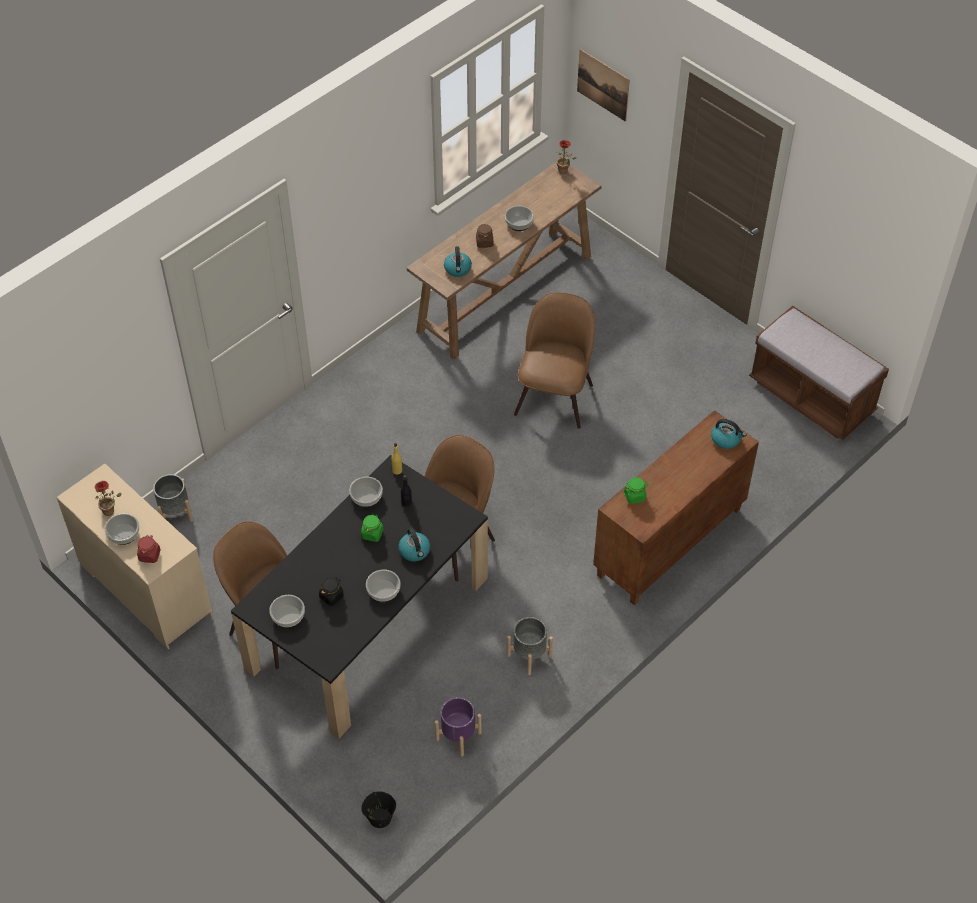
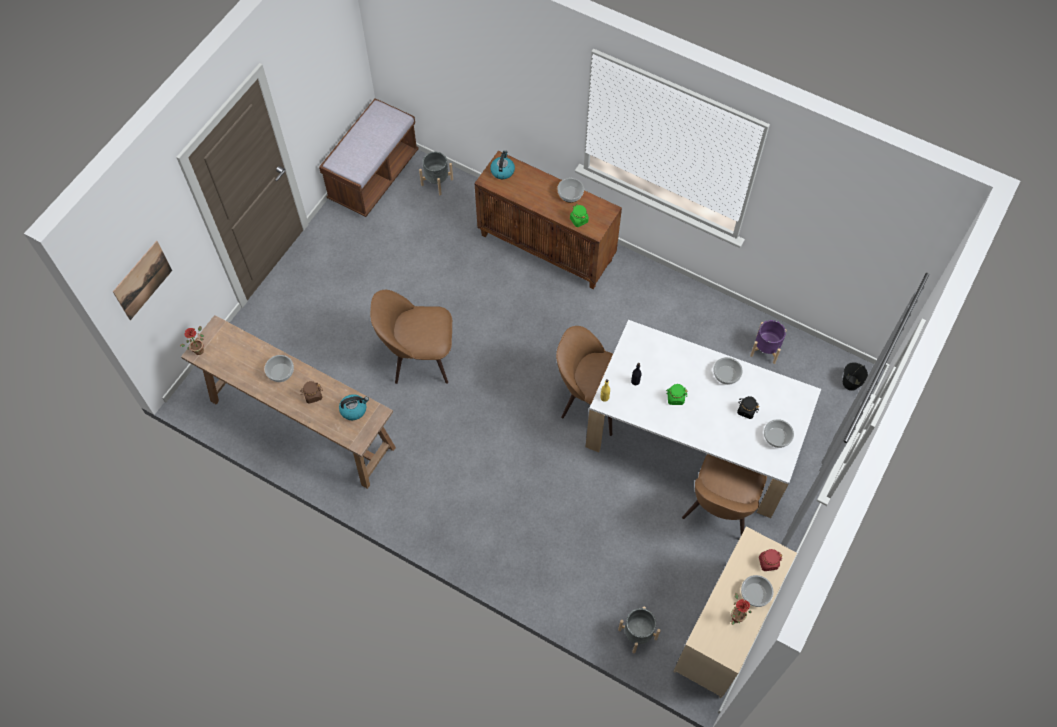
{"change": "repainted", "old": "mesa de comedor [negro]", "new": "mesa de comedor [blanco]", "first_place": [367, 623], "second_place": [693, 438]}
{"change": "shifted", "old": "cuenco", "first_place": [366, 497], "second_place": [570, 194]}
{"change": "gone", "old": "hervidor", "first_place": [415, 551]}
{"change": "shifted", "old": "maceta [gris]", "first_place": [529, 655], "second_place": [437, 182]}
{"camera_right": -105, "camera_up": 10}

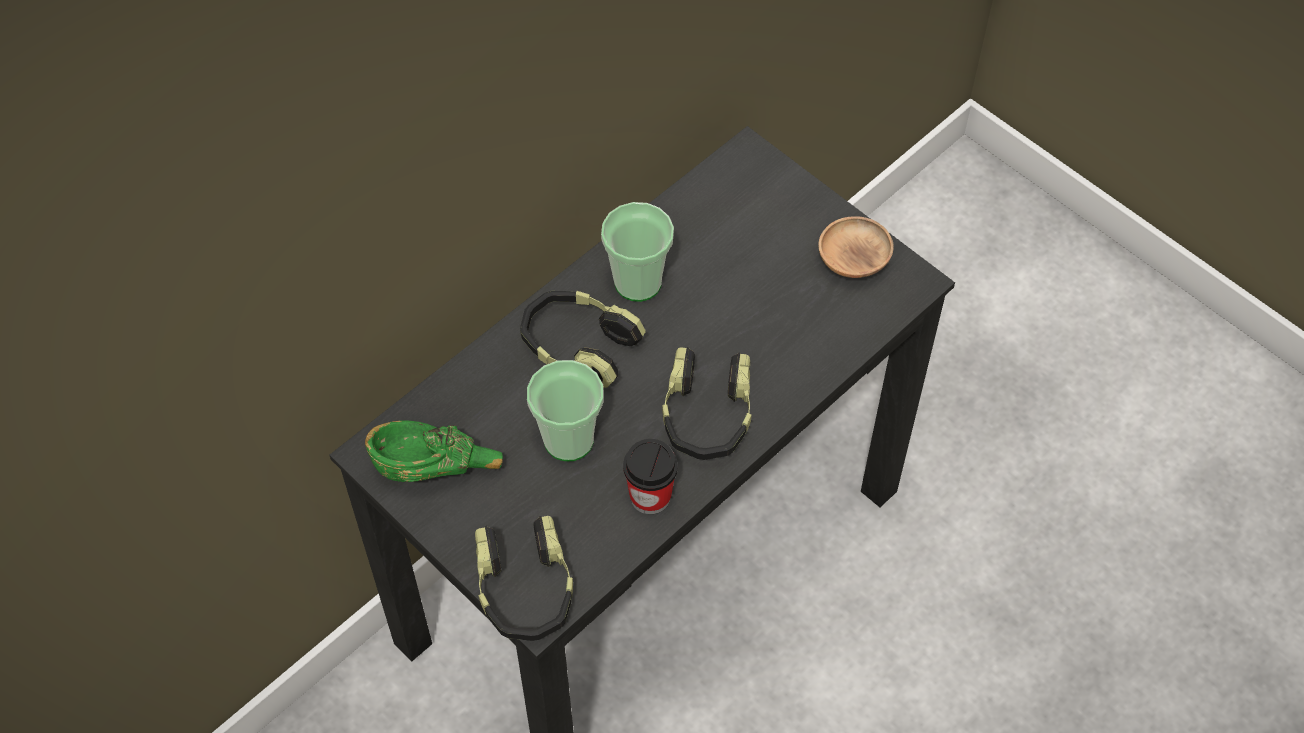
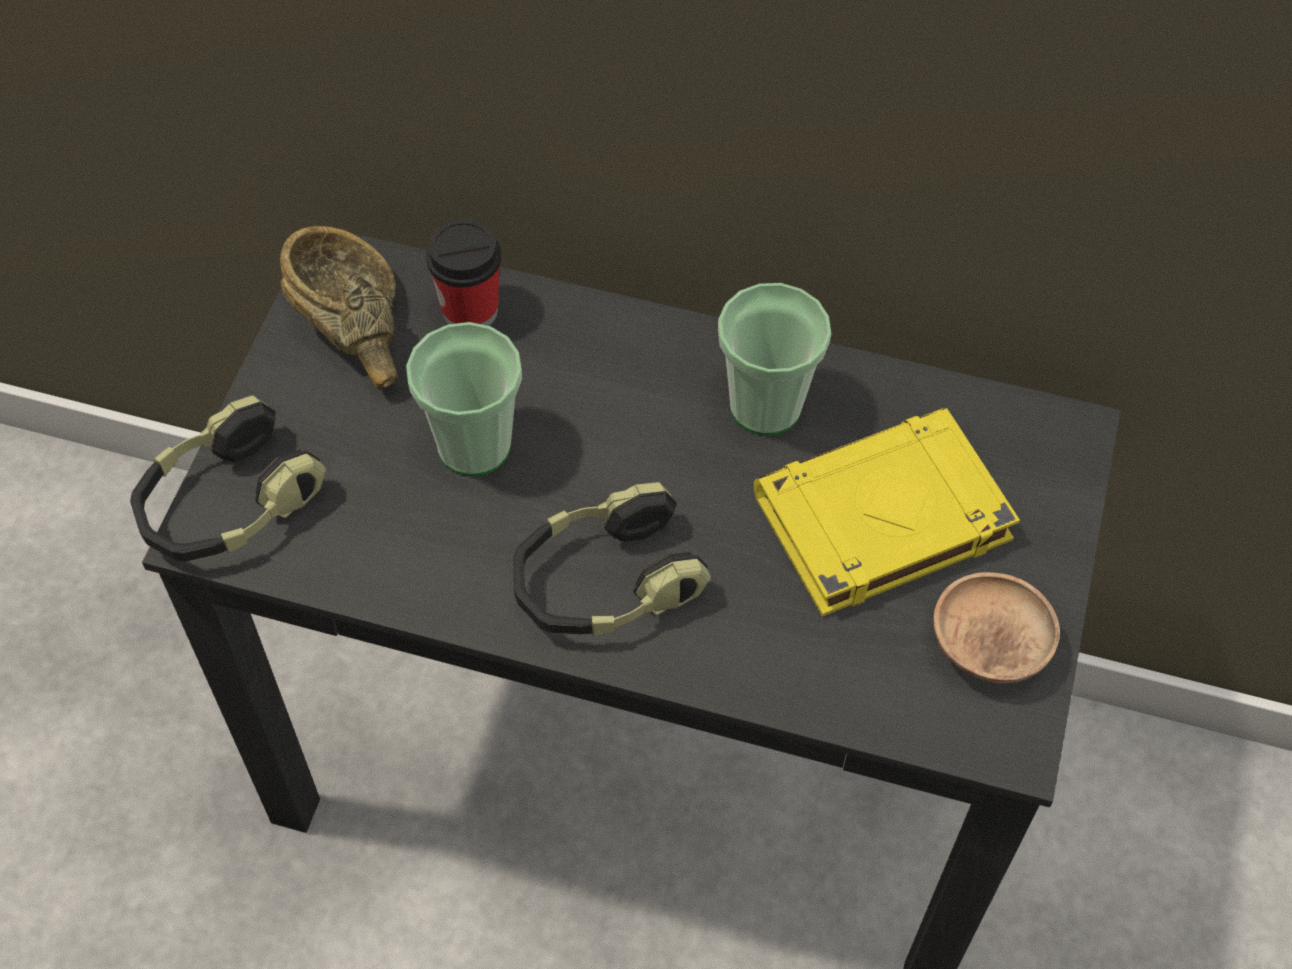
{"change": "repainted", "old": "cuenco [verde]", "new": "cuenco [marrón]", "first_place": [437, 462], "second_place": [361, 329]}
{"change": "gone", "old": "auriculares", "first_place": [578, 346]}
{"change": "shifted", "old": "taza", "first_place": [650, 496], "second_place": [470, 310]}
{"change": "new", "new": "libro [amarillo]", "second_place": [880, 520]}
{"camera_right": 60, "camera_up": 0}

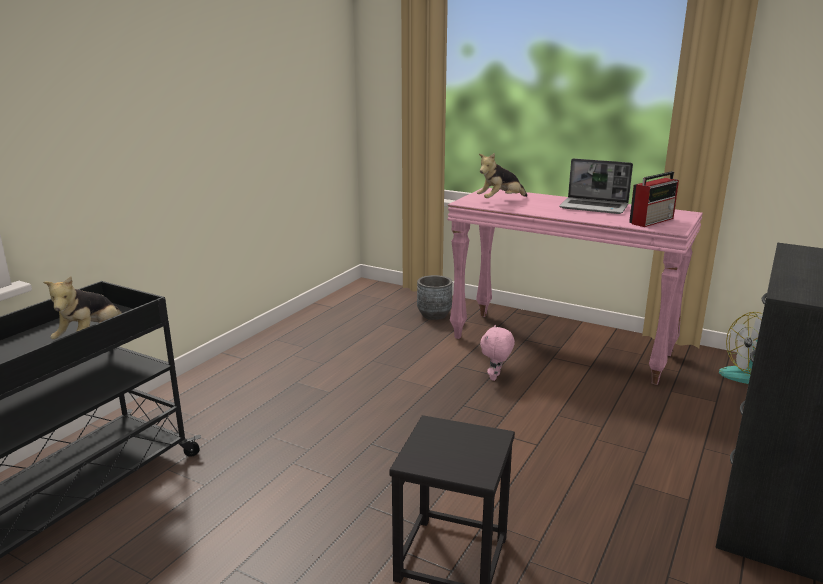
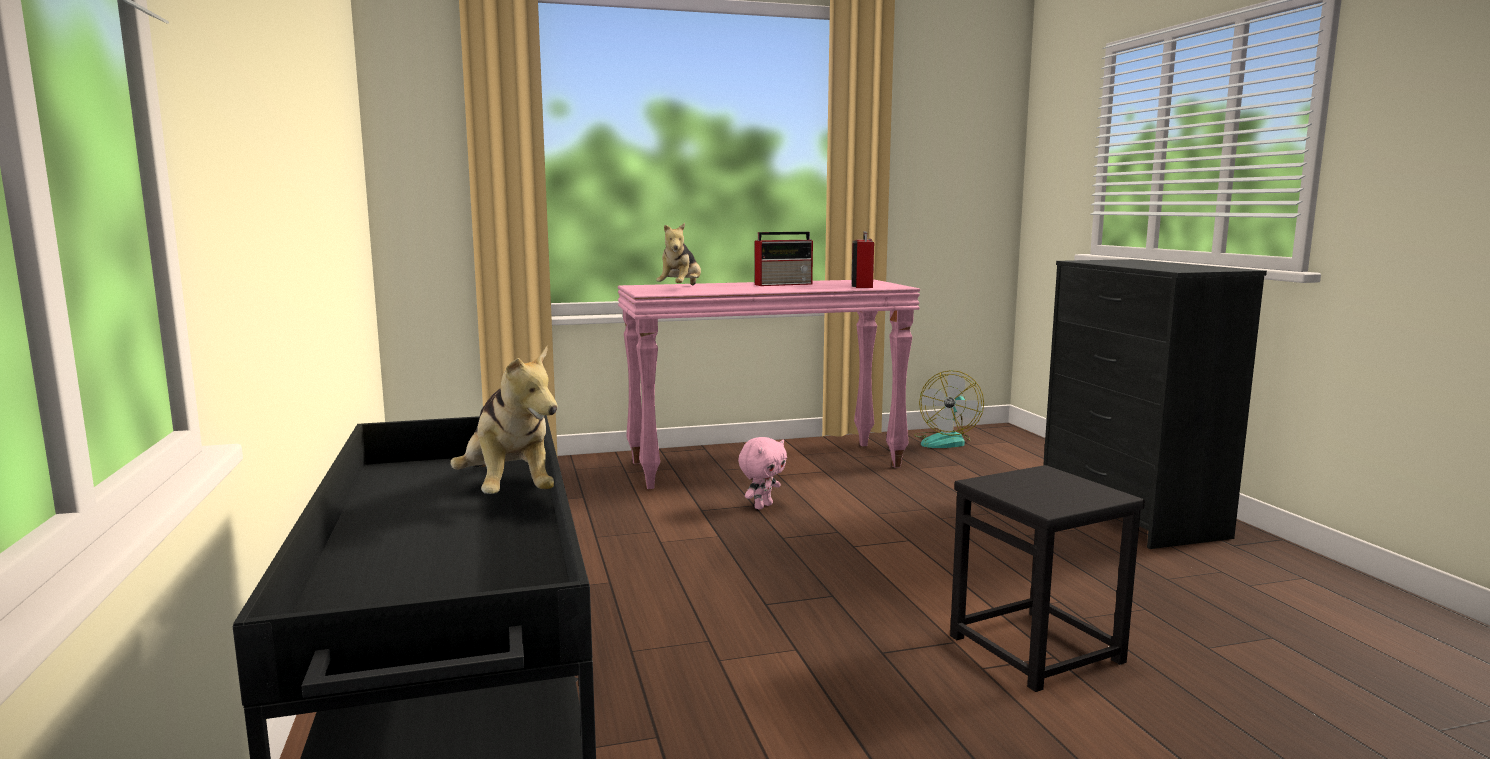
{"change": "gone", "old": "maceta [gris]", "first_place": [434, 315]}
{"change": "rotated", "old": "peluche [rosa]", "first_place": [496, 377], "second_place": [762, 506], "degrees": -120}
{"change": "swapped", "old": "portátil", "new": "radio", "first_place": [594, 207], "second_place": [784, 284]}
{"camera_right": -45, "camera_up": -10}

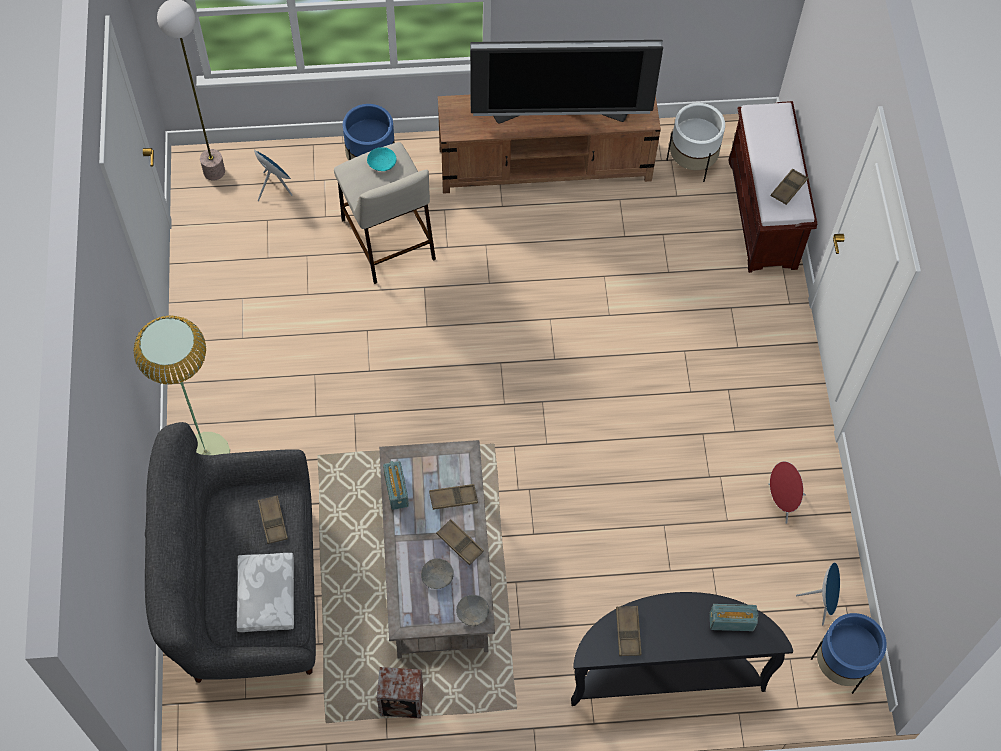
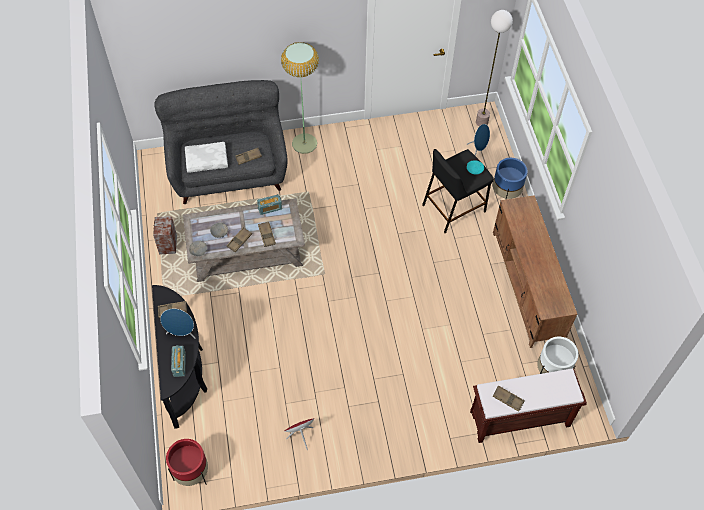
{"change": "repainted", "old": "taburete [beis]", "new": "taburete [negro]", "first_place": [387, 238], "second_place": [454, 207]}
{"change": "gone", "old": "televisor", "first_place": [560, 112]}
{"change": "shifted", "old": "altavoz [azul]", "first_place": [821, 602], "second_place": [181, 333]}
{"change": "repainted", "old": "maceta [azul]", "new": "maceta [rojo]", "first_place": [840, 665], "second_place": [192, 473]}
{"camera_right": 85, "camera_up": -5}

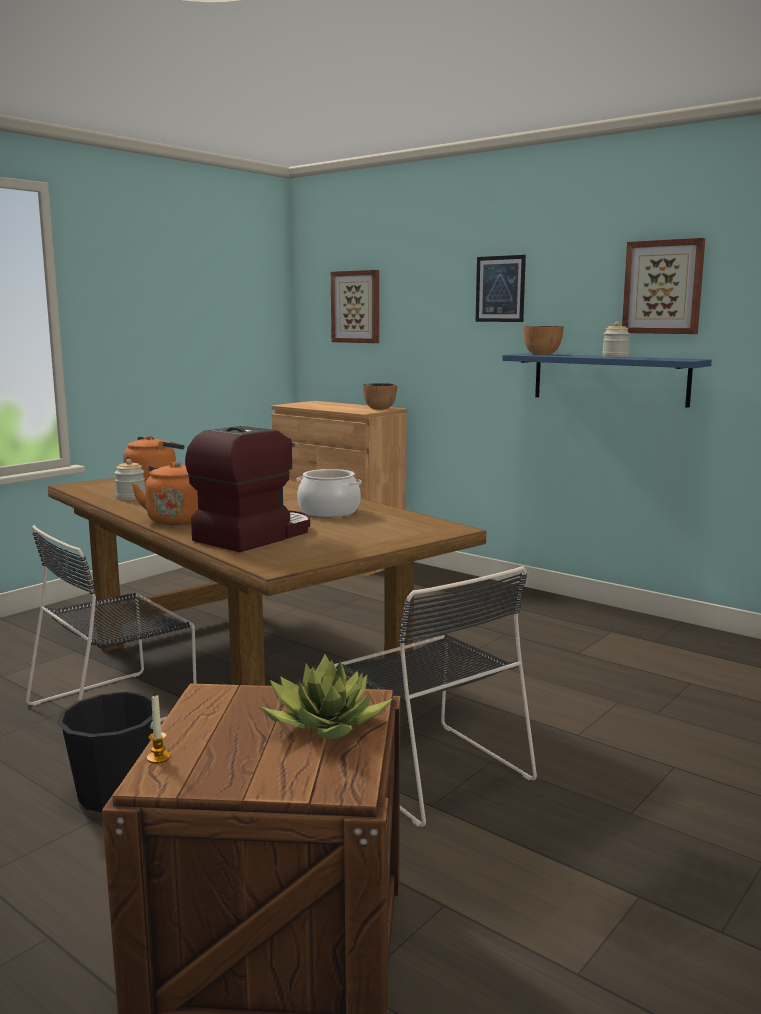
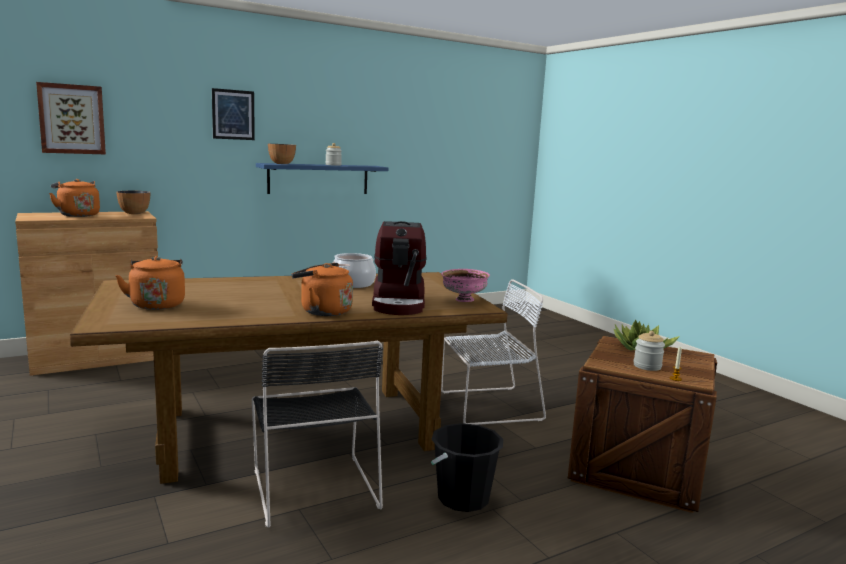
{"change": "shifted", "old": "tarro", "first_place": [131, 497], "second_place": [647, 366]}
{"change": "rotated", "old": "cafetera", "first_place": [254, 535], "second_place": [399, 303], "degrees": -150}
{"change": "repainted", "old": "silla [negro]", "new": "silla [blanco]", "first_place": [430, 768], "second_place": [487, 406]}
{"change": "gone", "old": "cuadro", "first_place": [663, 287]}
{"change": "new", "new": "hervidor [naranja]", "second_place": [77, 215]}
{"change": "new", "new": "cuenco [rosa]", "second_place": [464, 300]}
{"camera_right": -70, "camera_up": 0}

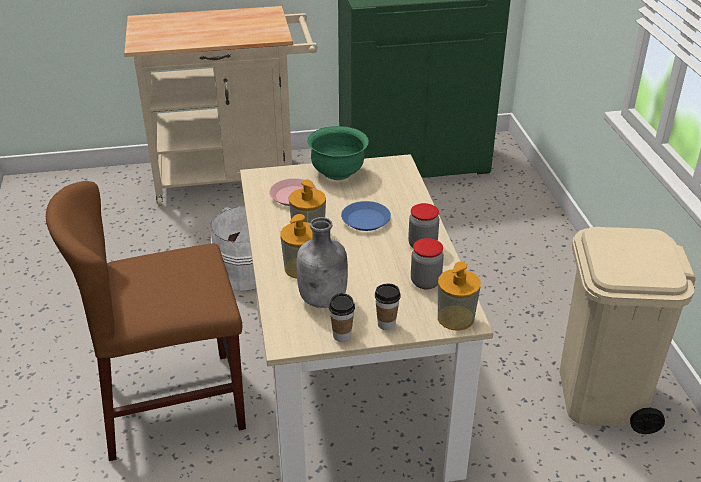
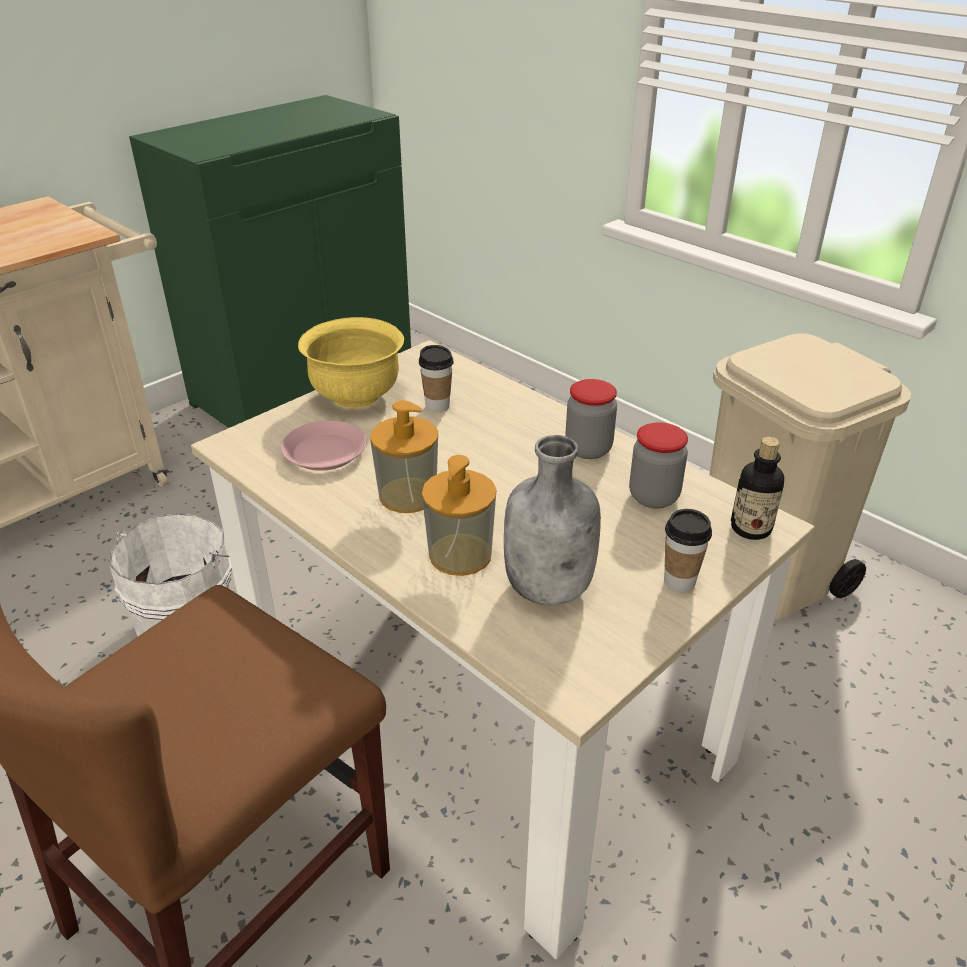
{"change": "repainted", "old": "cuenco [verde]", "new": "cuenco [amarillo]", "first_place": [338, 173], "second_place": [356, 396]}
{"change": "shifted", "old": "taza", "first_place": [342, 336], "second_place": [437, 406]}
{"change": "gone", "old": "plato [azul]", "first_place": [365, 220]}
{"change": "swapped", "old": "dispensador de jabón", "new": "botella", "first_place": [455, 318], "second_place": [750, 528]}
{"camera_right": -35, "camera_up": 0}

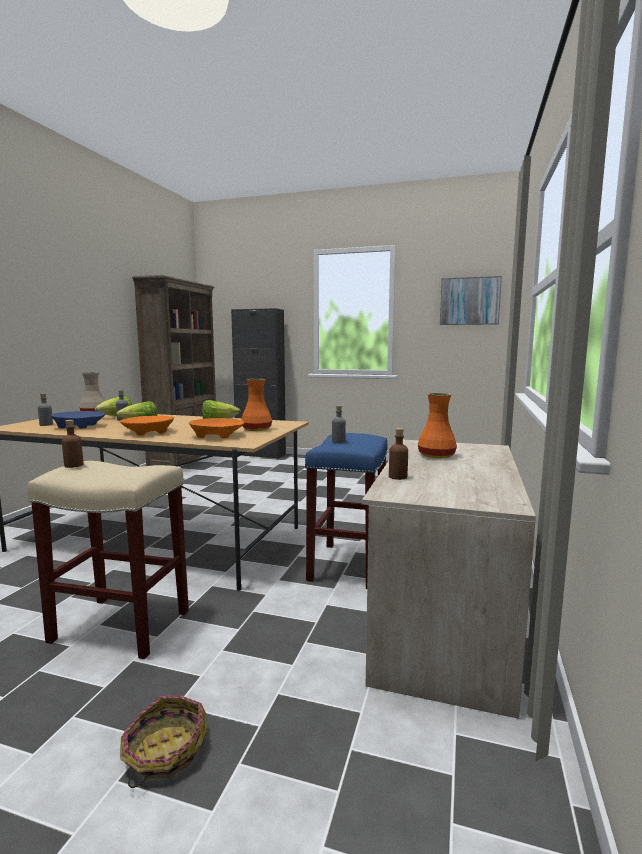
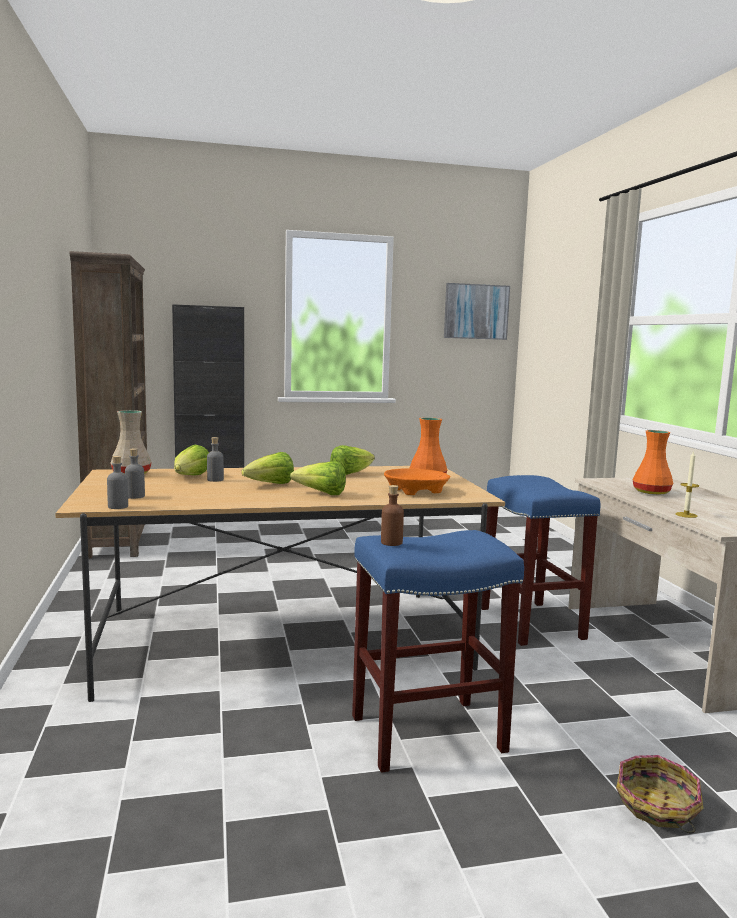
{"change": "repainted", "old": "taburete [beis]", "new": "taburete [azul]", "first_place": [119, 626], "second_place": [425, 734]}
{"change": "gone", "old": "cuenco [azul]", "first_place": [79, 426]}
{"change": "swapped", "old": "cuenco [naranja]", "new": "lechuga", "first_place": [148, 432], "second_place": [322, 494]}
{"change": "shifted", "old": "botella [gris]", "first_place": [338, 441], "second_place": [118, 506]}
{"change": "swapped", "old": "botella [marrón]", "new": "vela", "first_place": [398, 477], "second_place": [686, 515]}
{"camera_right": -30, "camera_up": 0}

